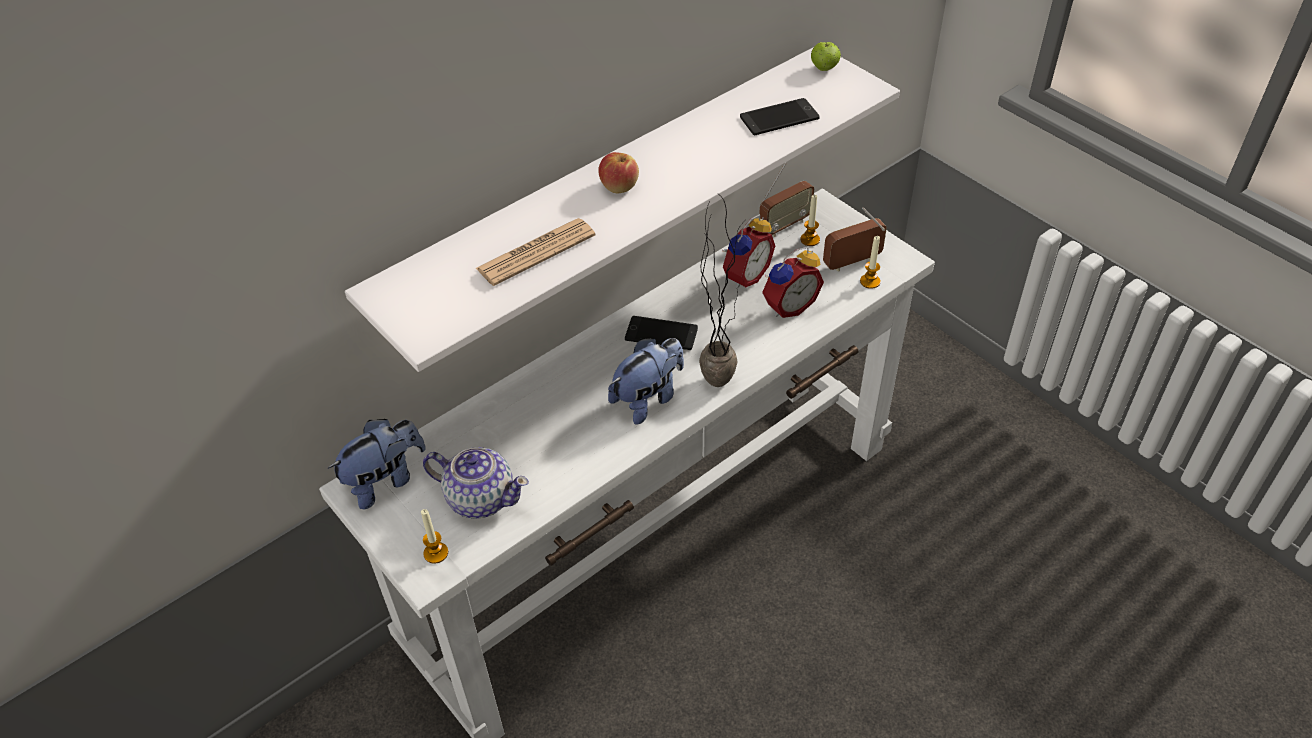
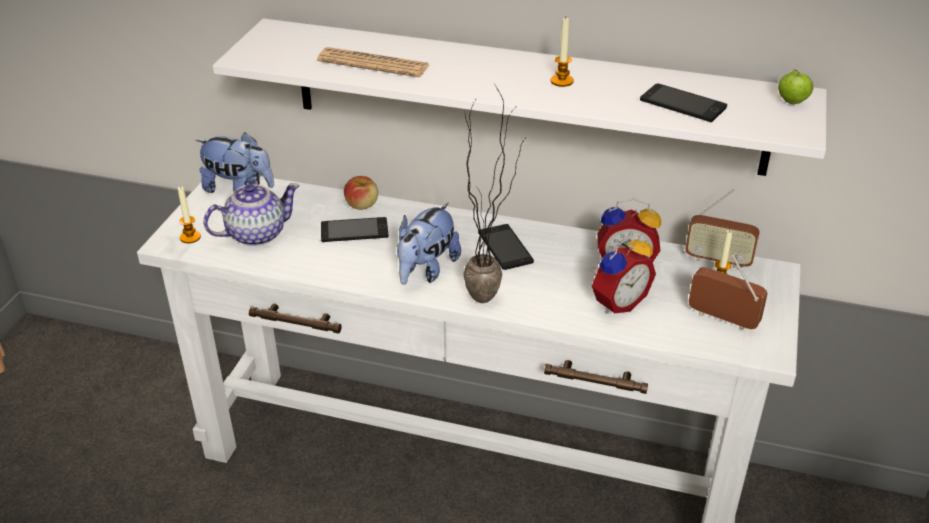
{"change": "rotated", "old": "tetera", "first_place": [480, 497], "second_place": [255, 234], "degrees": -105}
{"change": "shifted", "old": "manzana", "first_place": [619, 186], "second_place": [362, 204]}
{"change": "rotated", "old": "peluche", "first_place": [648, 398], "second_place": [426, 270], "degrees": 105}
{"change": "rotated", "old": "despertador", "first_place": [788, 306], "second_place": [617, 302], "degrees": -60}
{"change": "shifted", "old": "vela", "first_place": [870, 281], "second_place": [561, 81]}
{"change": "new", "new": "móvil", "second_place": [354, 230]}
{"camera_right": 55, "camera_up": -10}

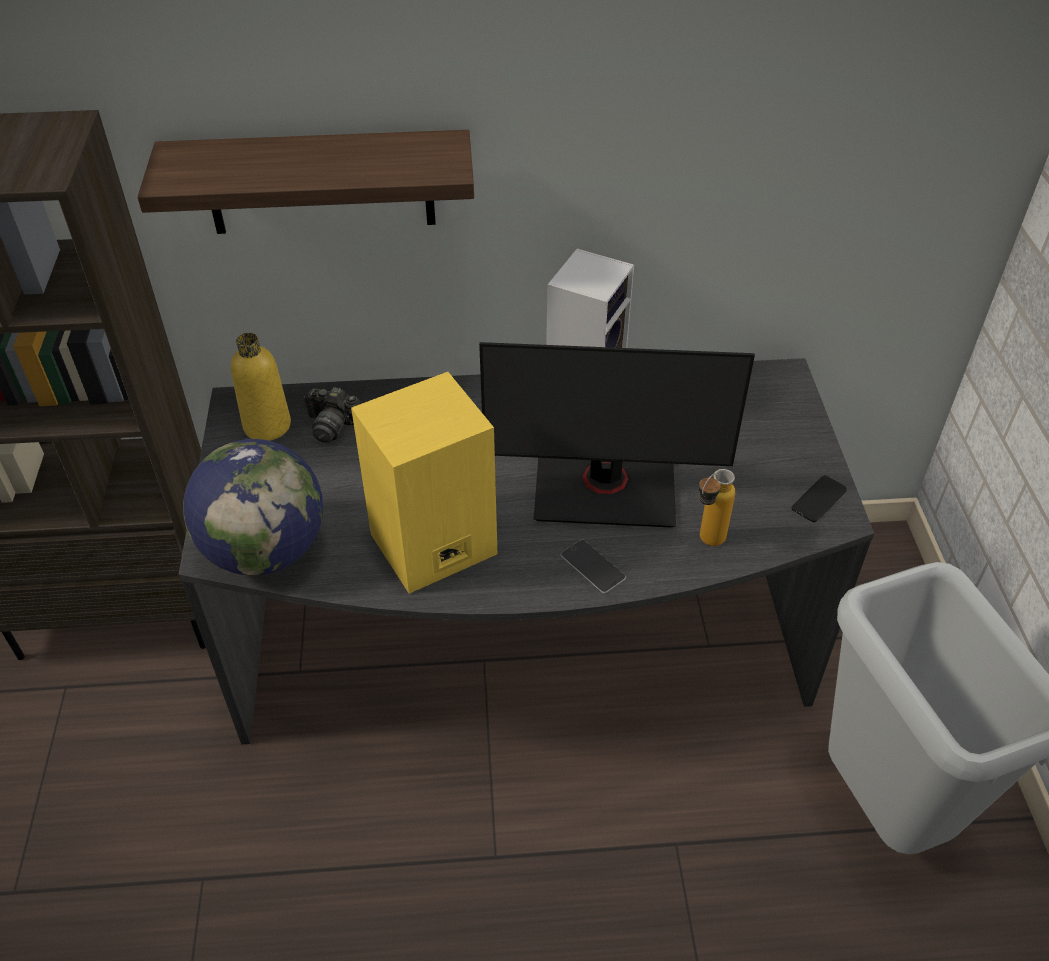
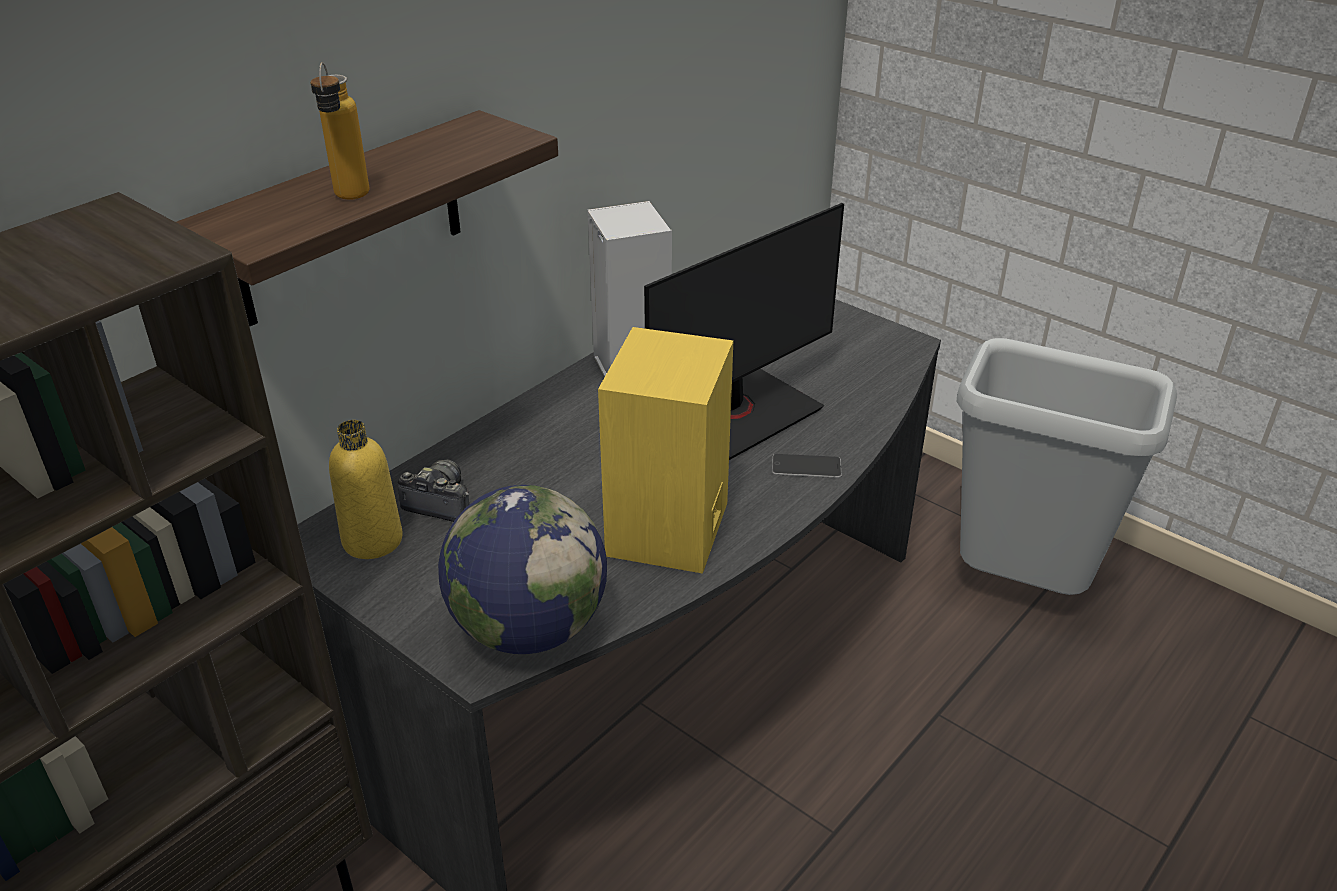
{"change": "rotated", "old": "cámara", "first_place": [332, 425], "second_place": [439, 503], "degrees": -135}
{"change": "shifted", "old": "botella", "first_place": [705, 543], "second_place": [349, 200]}
{"change": "gone", "old": "móvil", "first_place": [819, 499]}
{"camera_right": -45, "camera_up": -10}

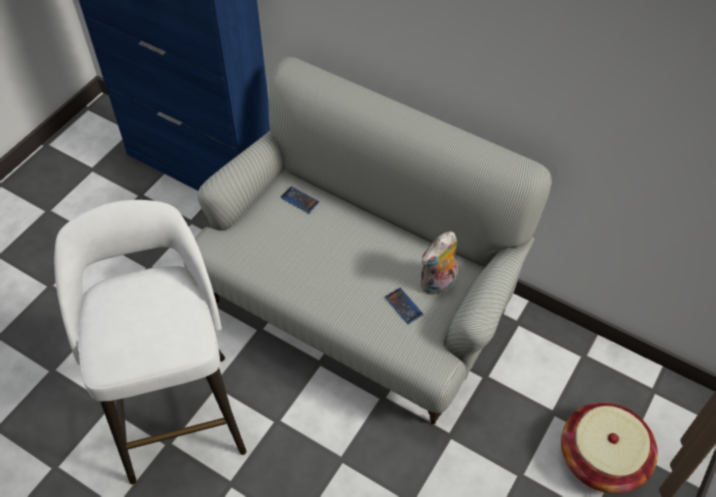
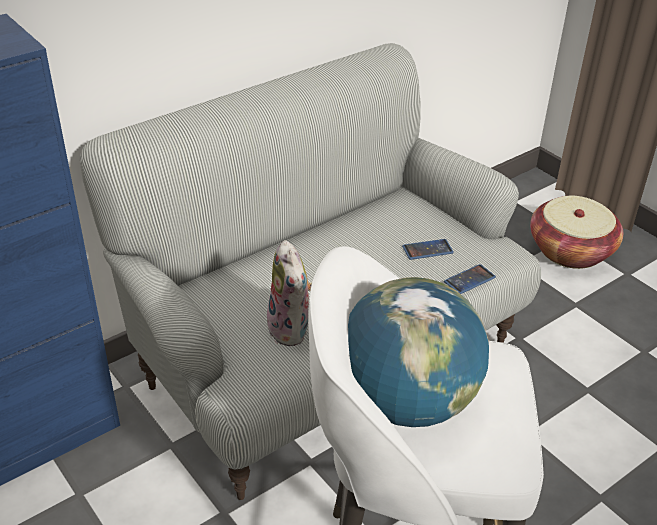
{"change": "shifted", "old": "móvil", "first_place": [300, 200], "second_place": [469, 280]}
{"change": "shifted", "old": "peluche", "first_place": [438, 284], "second_place": [292, 330]}
{"change": "new", "new": "globo terráqueo", "second_place": [407, 402]}
{"camera_right": -70, "camera_up": -15}

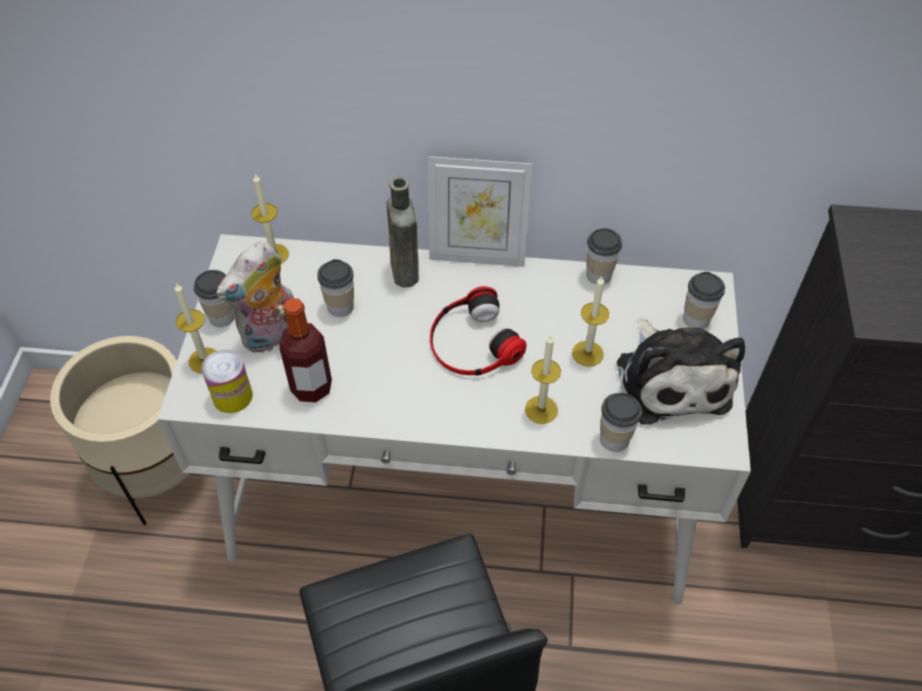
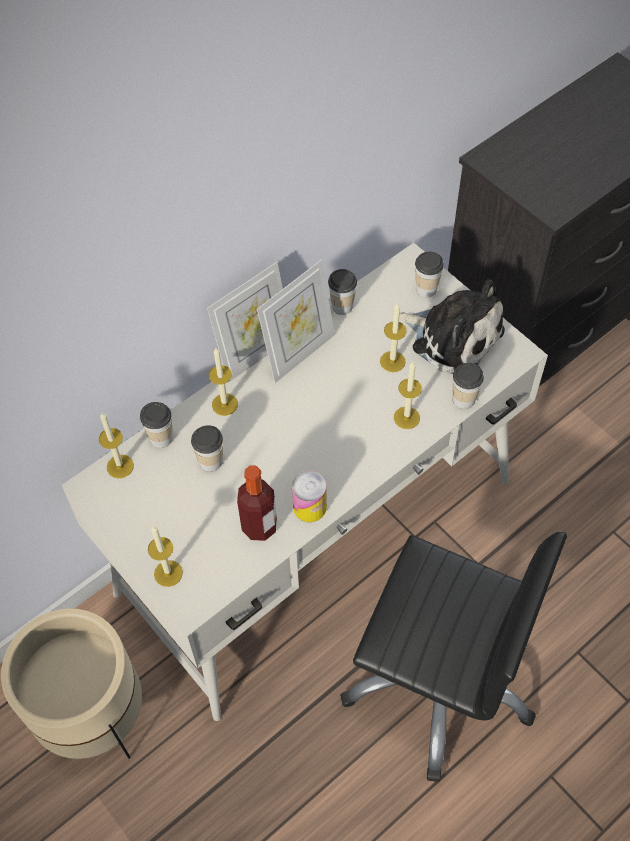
{"change": "shifted", "old": "taza", "first_place": [222, 316], "second_place": [161, 438]}
{"change": "shifted", "old": "lata", "first_place": [232, 396], "second_place": [309, 507]}
{"change": "gone", "old": "peluche", "first_place": [272, 336]}
{"change": "swapped", "old": "botella [marrón]", "new": "vela", "first_place": [405, 273], "second_place": [224, 404]}
{"change": "gone", "old": "auriculares", "first_place": [472, 342]}
{"change": "new", "new": "portarretratos", "second_place": [299, 353]}
{"camera_right": -45, "camera_up": 5}

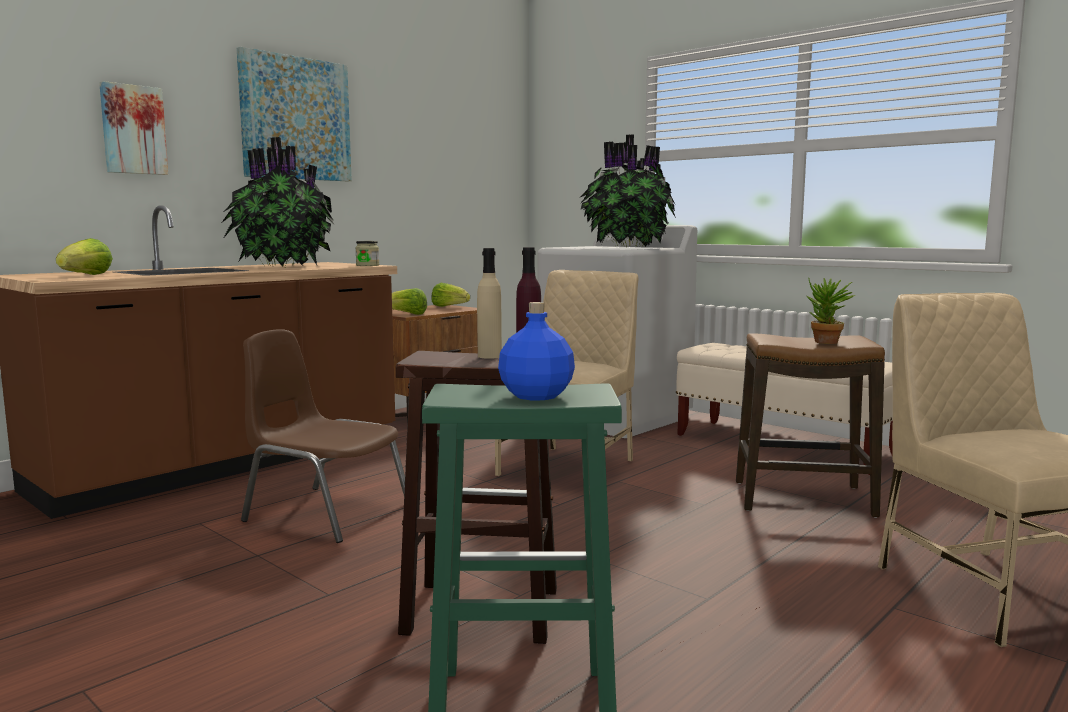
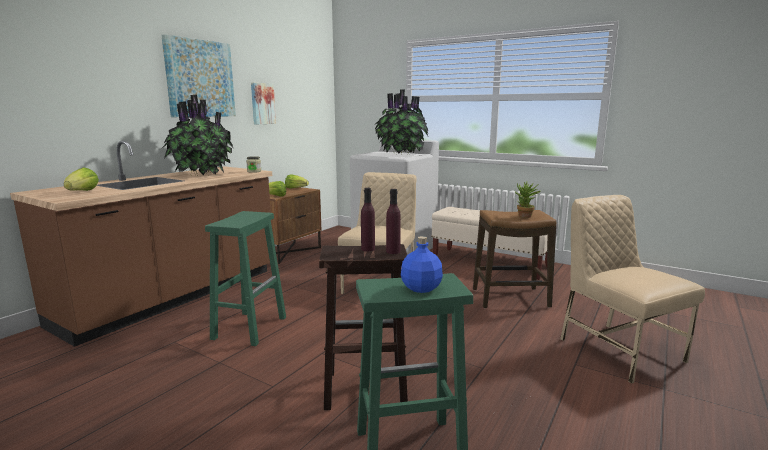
{"change": "shifted", "old": "cuadro", "first_place": [133, 130], "second_place": [262, 103]}
{"change": "swapped", "old": "silla [marrón]", "new": "taburete [verde]", "first_place": [325, 512], "second_place": [250, 327]}
{"change": "repainted", "old": "botella [beis]", "new": "botella [morado]", "first_place": [489, 356], "second_place": [368, 249]}
{"camera_right": -10, "camera_up": 5}

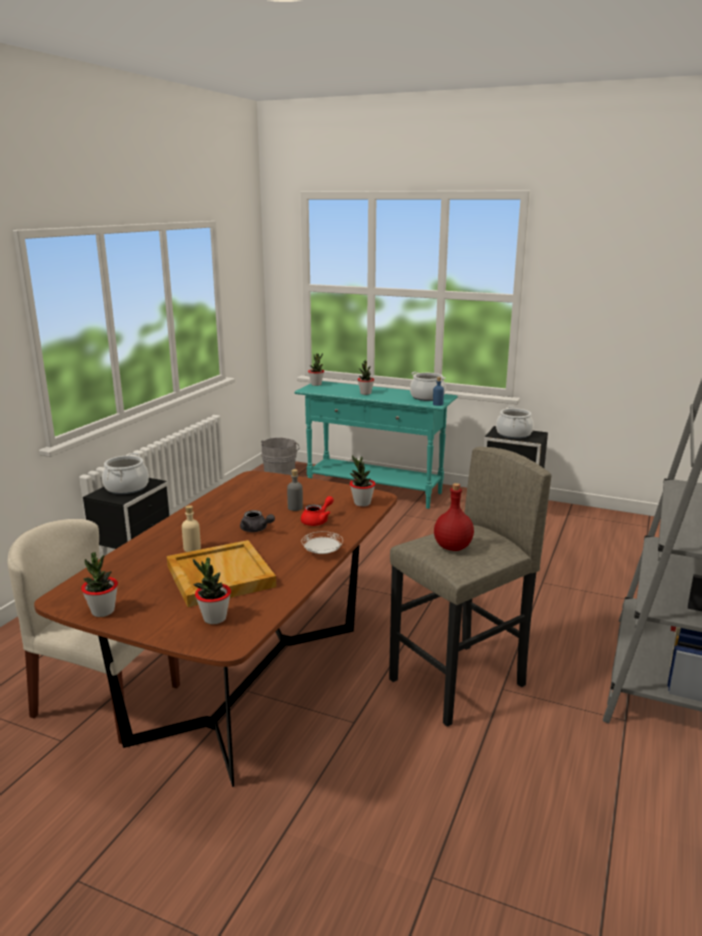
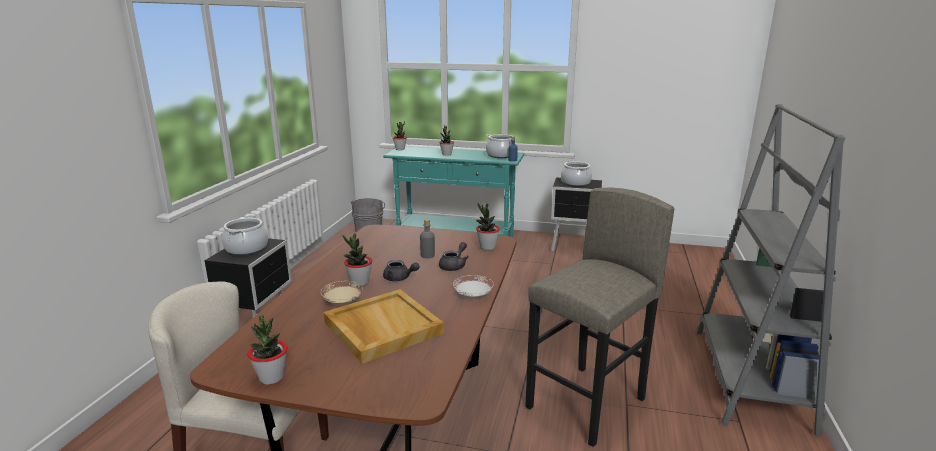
{"change": "swapped", "old": "botella [beis]", "new": "plato [beis]", "first_place": [192, 548], "second_place": [343, 302]}
{"change": "shifted", "old": "planta en maceta", "first_place": [214, 618], "second_place": [359, 282]}
{"change": "repainted", "old": "tetera [rojo]", "new": "tetera [gris]", "first_place": [317, 521], "second_place": [454, 266]}
{"change": "gone", "old": "botella [rojo]", "first_place": [452, 547]}
{"camera_right": -10, "camera_up": 0}

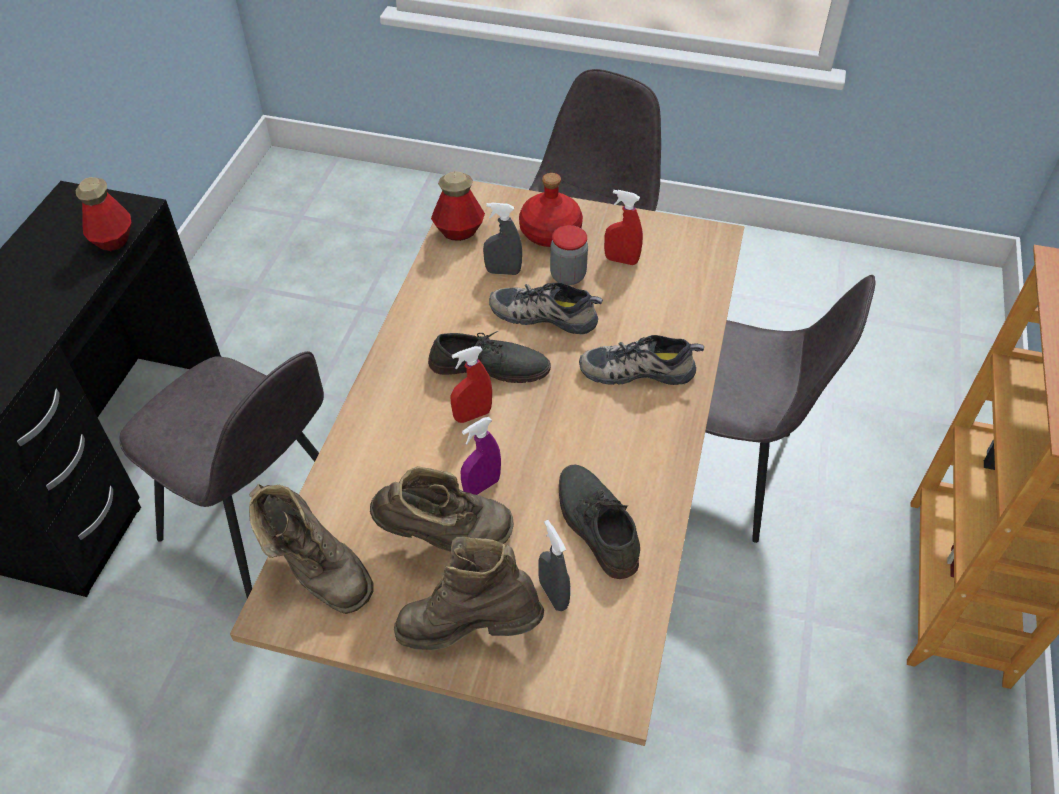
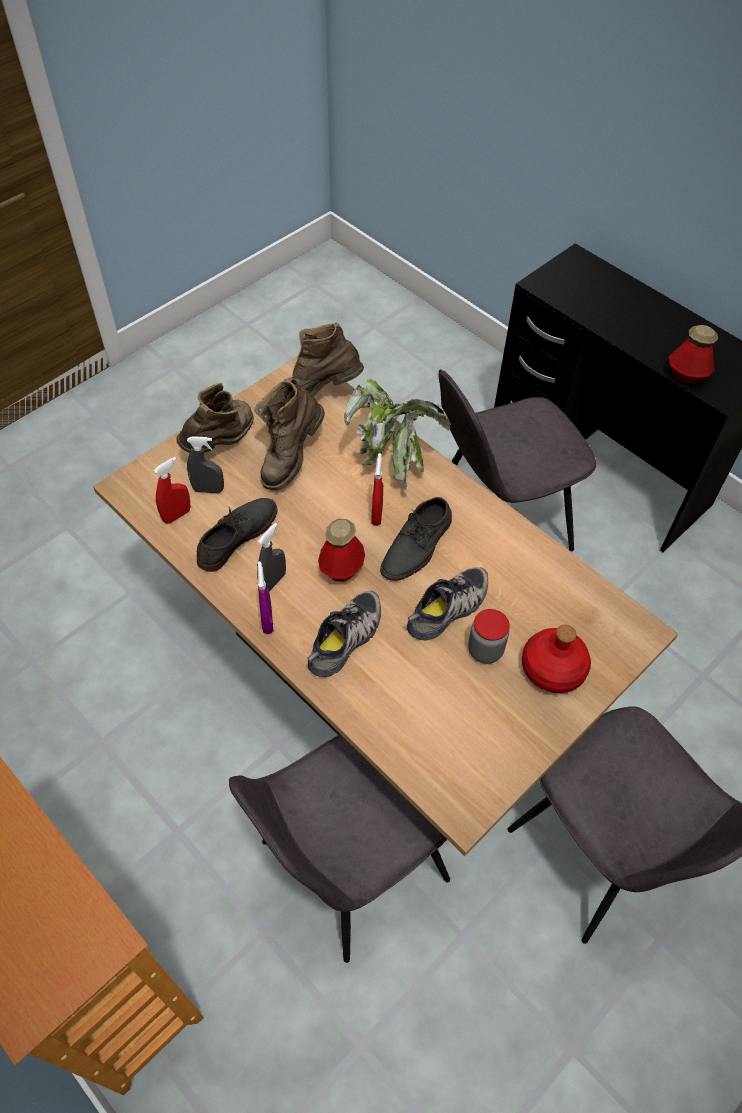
{"change": "shifted", "old": "botella", "first_place": [459, 231], "second_place": [342, 568]}
{"change": "shifted", "old": "pulverizador [morado]", "first_place": [482, 486], "second_place": [267, 621]}
{"change": "shifted", "old": "pulverizador [gris]", "first_place": [503, 271], "second_place": [273, 581]}
{"change": "rotated", "old": "zapato [gris]", "first_place": [595, 524], "second_place": [237, 536], "degrees": -60}
{"change": "shifted", "old": "pulverizador [rojo]", "first_place": [621, 260], "second_place": [177, 515]}
{"change": "new", "new": "planta en maceta", "second_place": [392, 455]}
{"camera_right": 120, "camera_up": 5}

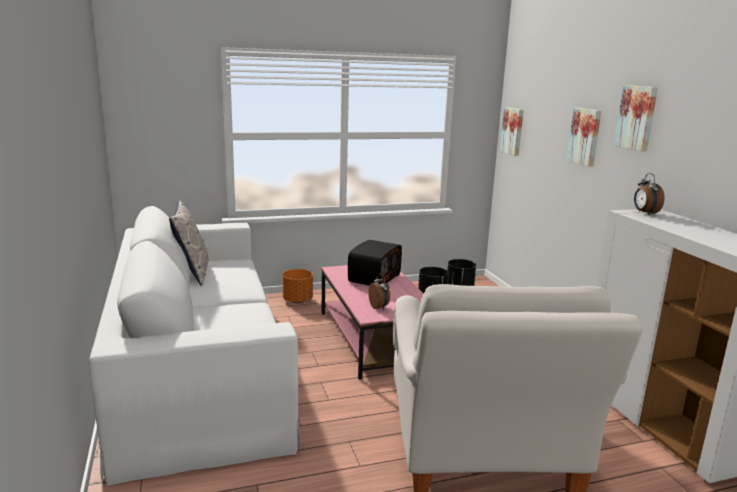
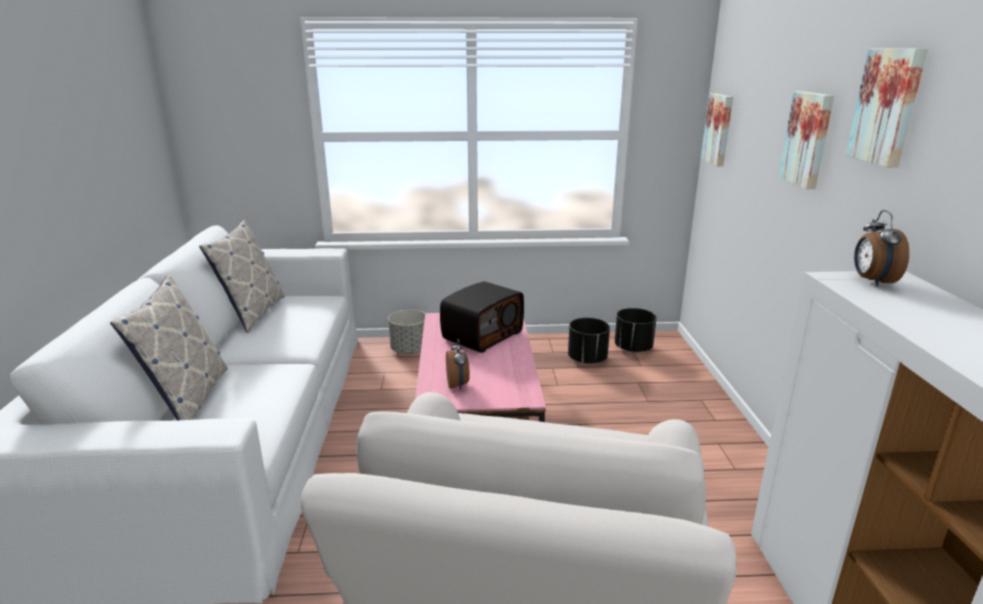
{"change": "repainted", "old": "maceta [naranja]", "new": "maceta [gris]", "first_place": [298, 300], "second_place": [410, 350]}
{"change": "new", "new": "cojín", "second_place": [188, 399]}
{"camera_right": 15, "camera_up": 5}

